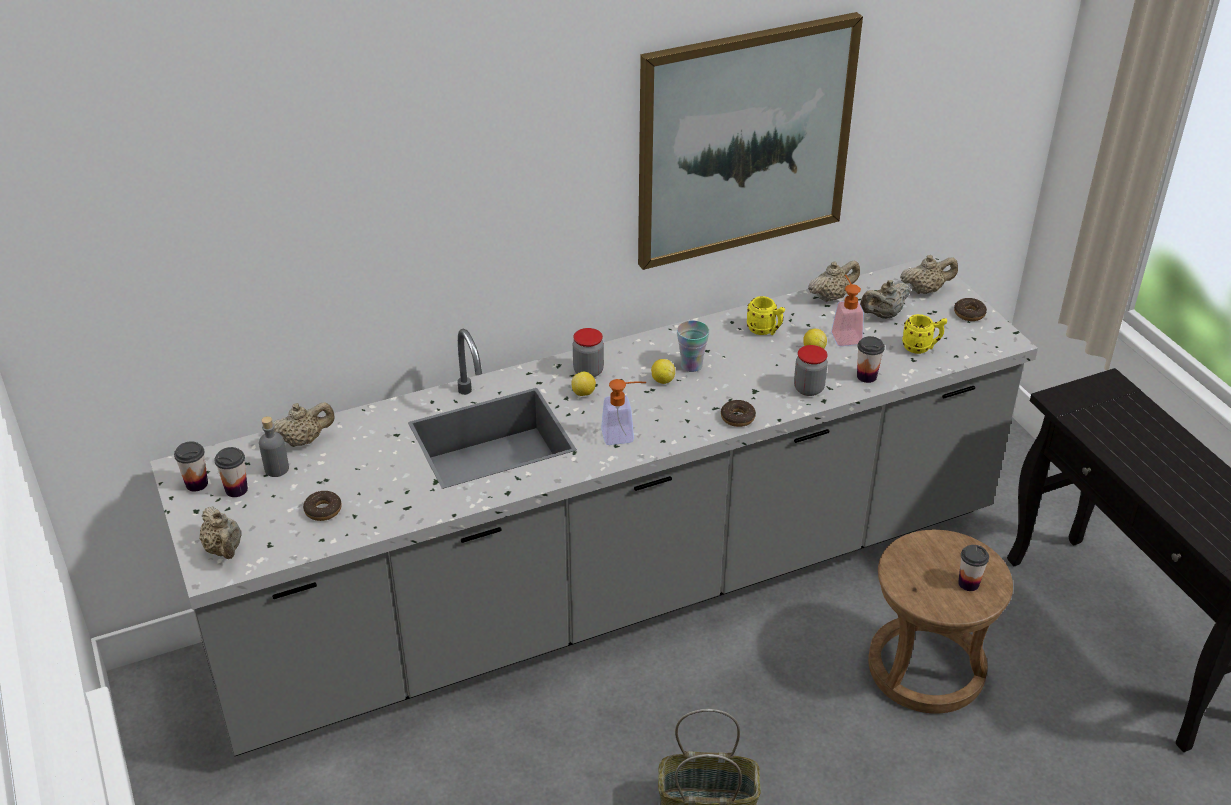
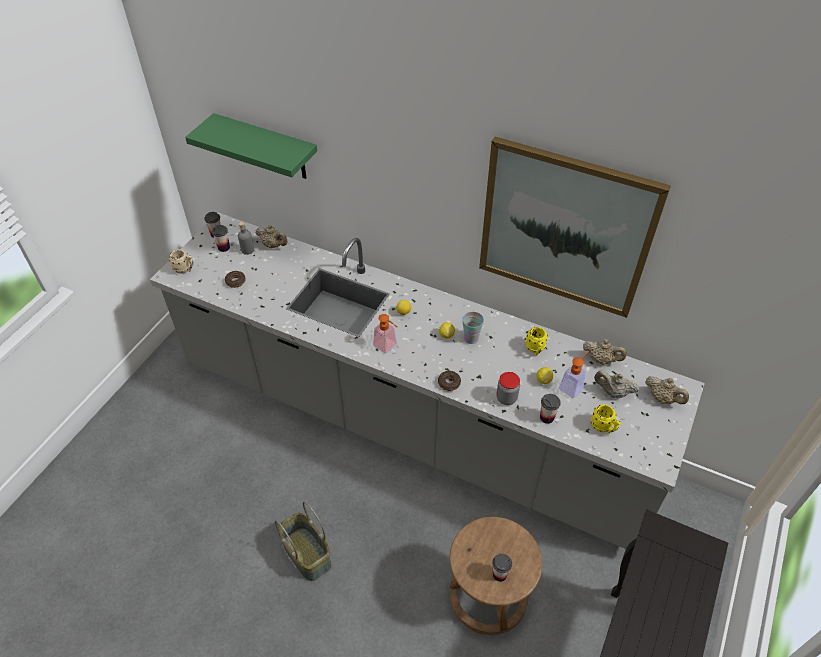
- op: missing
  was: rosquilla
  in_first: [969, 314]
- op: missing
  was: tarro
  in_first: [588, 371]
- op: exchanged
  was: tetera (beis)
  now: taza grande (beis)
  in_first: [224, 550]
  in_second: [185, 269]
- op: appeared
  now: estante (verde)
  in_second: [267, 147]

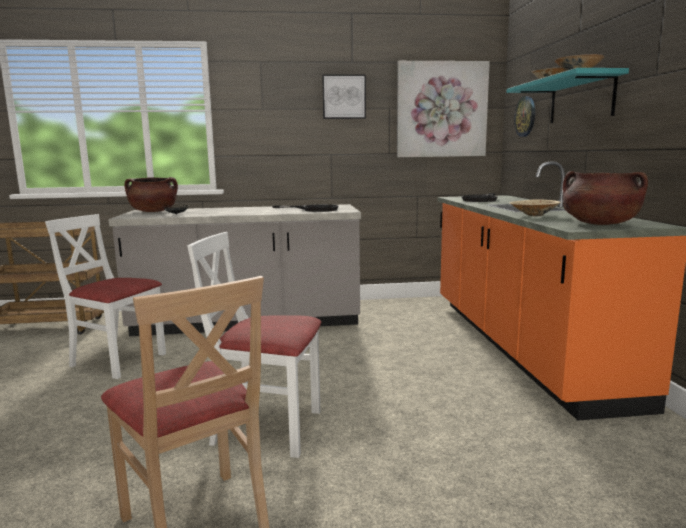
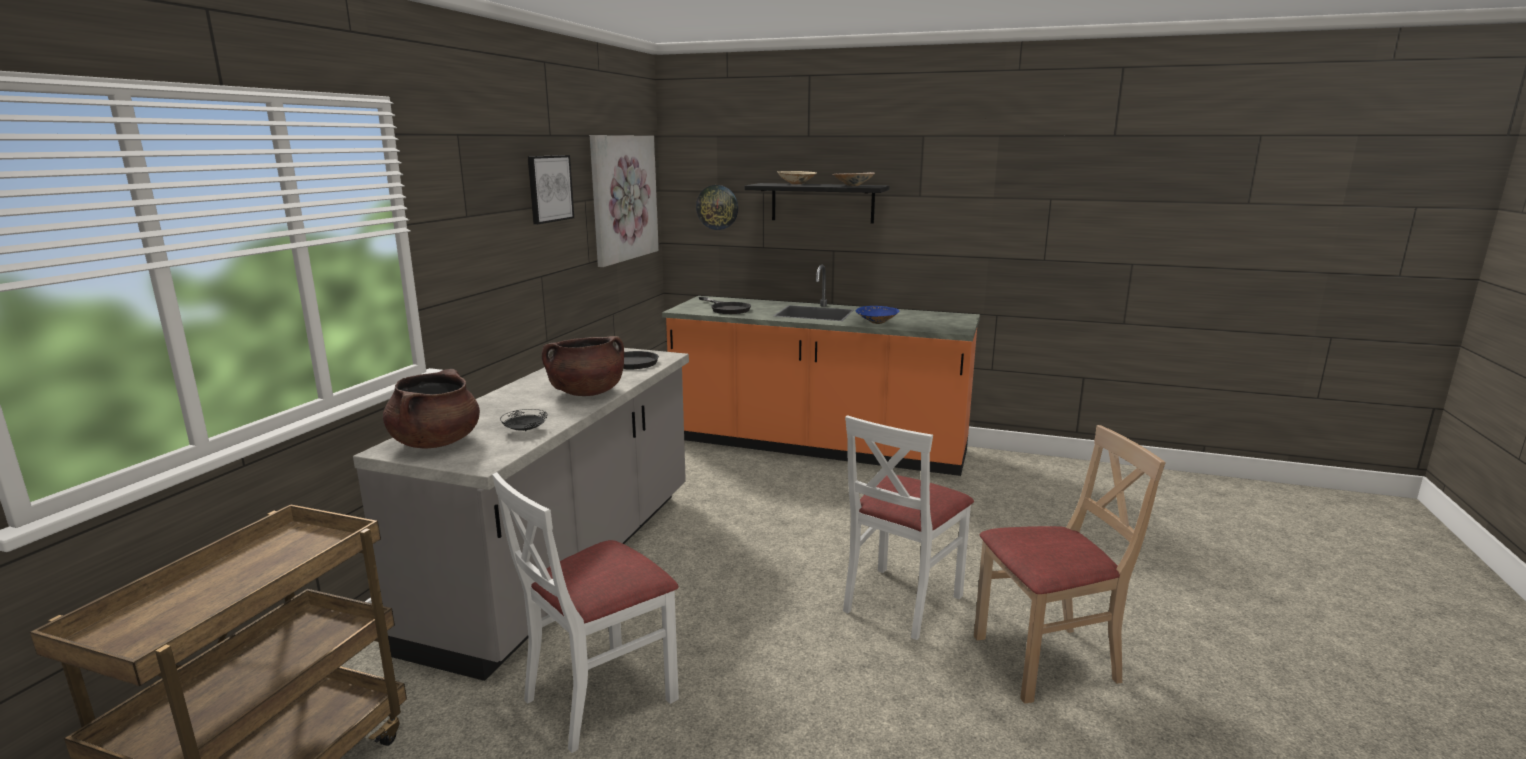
- op: colour
  was: estante (turquesa)
  now: estante (negro)
  in_first: [581, 99]
  in_second: [822, 203]
- op: relocated
  was: olla (marrón)
  in_first: [599, 224]
  in_second: [587, 393]
- op: colour
  was: cuenco (beis)
  now: cuenco (azul)
  in_first: [533, 215]
  in_second: [876, 323]

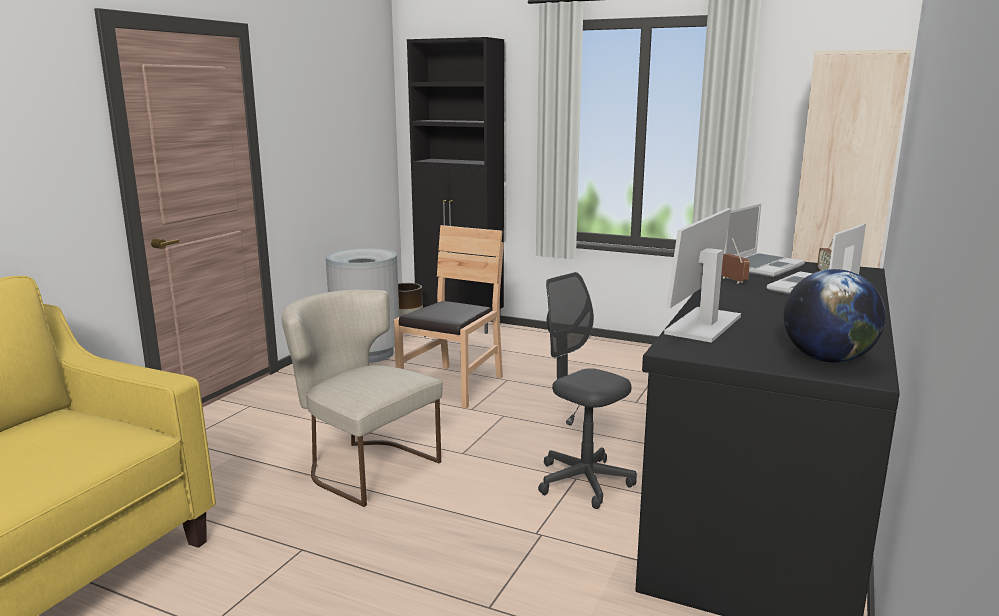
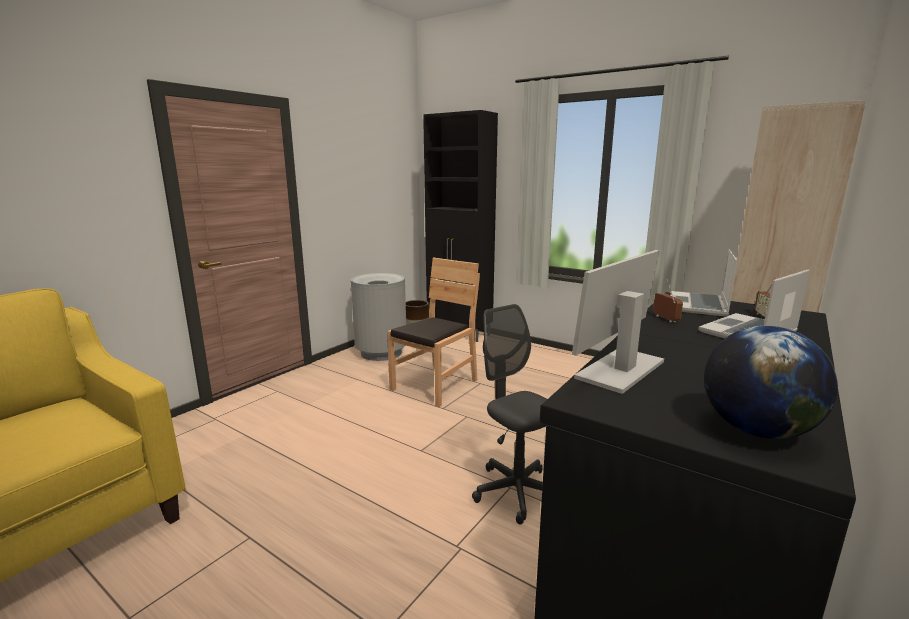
- op: spun
  was: portátil
  in_first: [762, 266]
  in_second: [698, 305]
  clockwise: 150
- op: missing
  was: silla (beis)
  in_first: [363, 466]

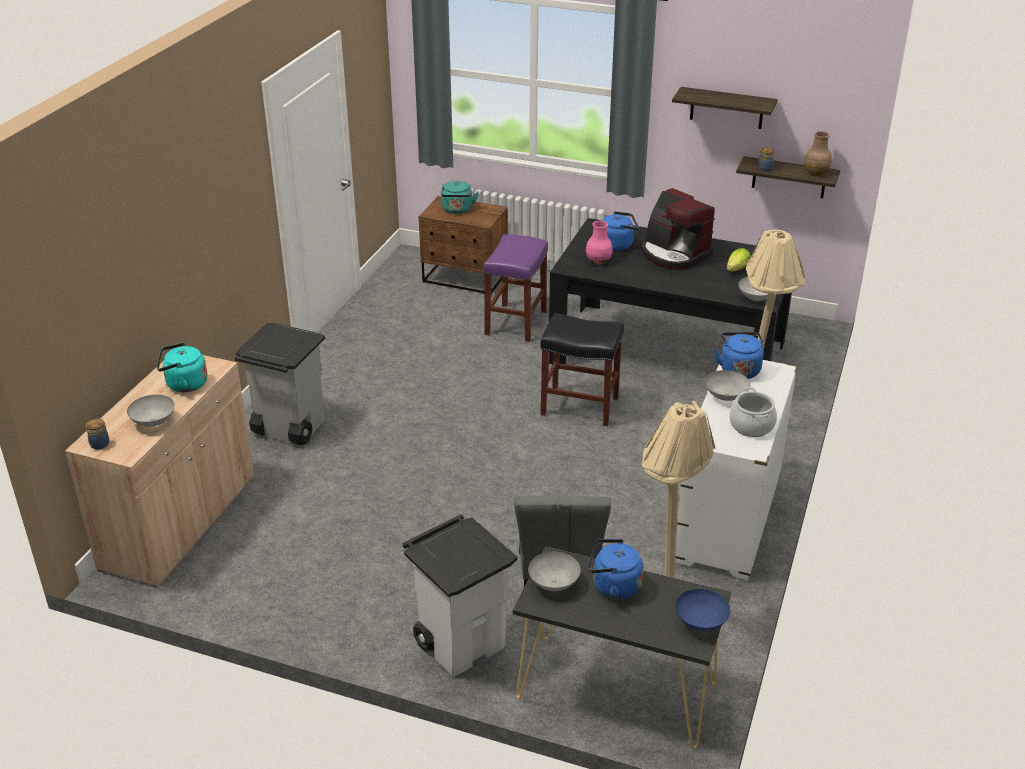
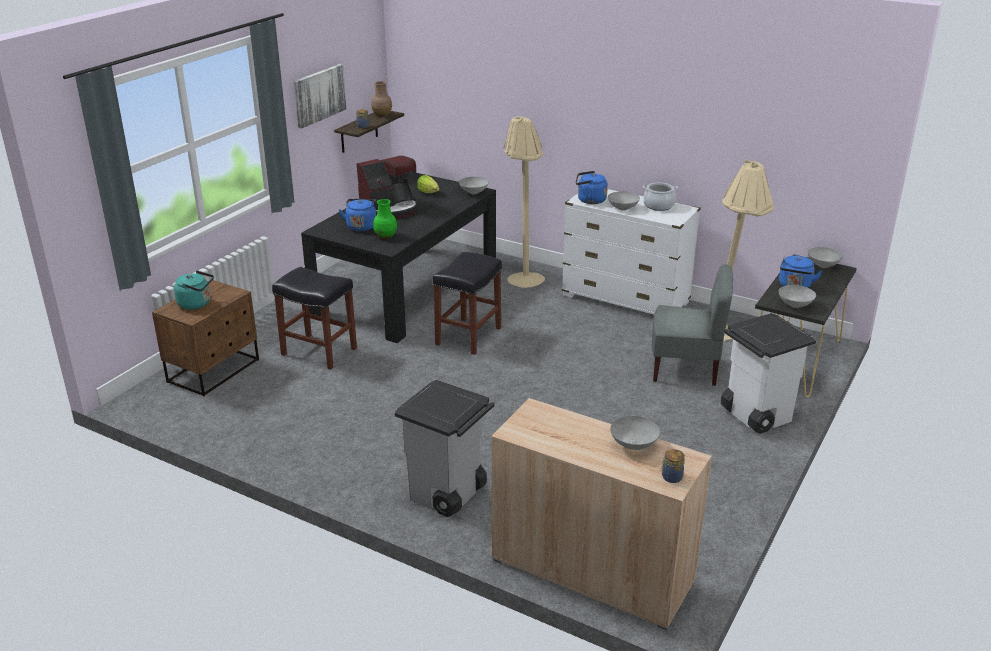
- op: exchanged
  was: estante
  now: cuadro
  in_first: [726, 108]
  in_second: [319, 95]
- op: colour
  was: florero (rosa)
  now: florero (verde)
  in_first: [598, 261]
  in_second: [385, 236]
- op: colour
  was: taburete (morado)
  now: taburete (negro)
  in_first: [515, 322]
  in_second: [318, 351]
- op: missing
  was: hervidor (turquesa)
  in_first: [184, 384]
- op: colour
  was: cuenco (azul)
  now: cuenco (gris)
  in_first: [701, 623]
  in_second: [823, 265]

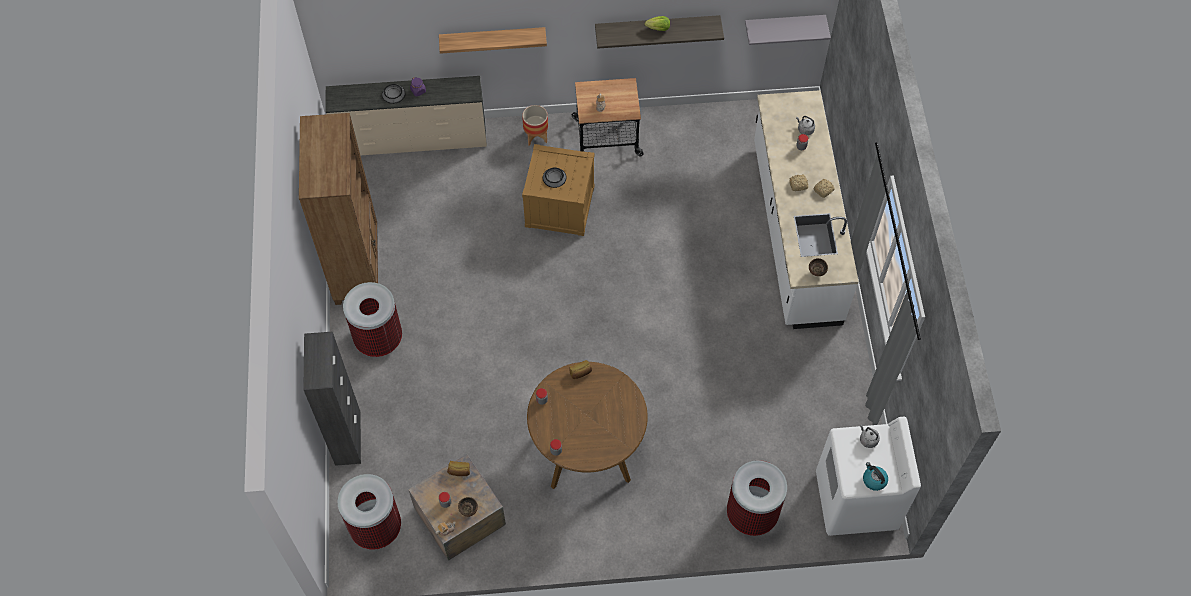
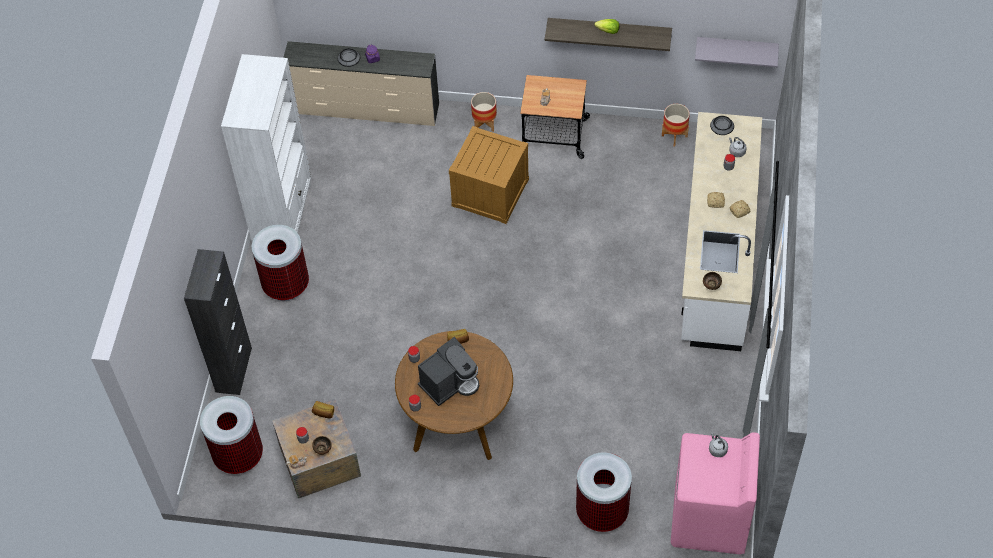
- op: missing
  was: estante
  in_first: [492, 38]
- op: colour
  was: estantería (marrón)
  now: estantería (blanco)
  in_first: [357, 265]
  in_second: [283, 214]
- op: relocated
  was: cuenco
  in_first: [554, 177]
  in_second: [722, 125]
- op: colour
  was: lavadora (blanco)
  now: lavadora (rosa)
  in_first: [856, 501]
  in_second: [709, 519]
- op: missing
  was: hervidor
  in_first: [874, 480]
- op: appeared
  now: maceta
  in_second: [674, 136]
- op: appeared
  now: cafetera
  in_second: [450, 383]

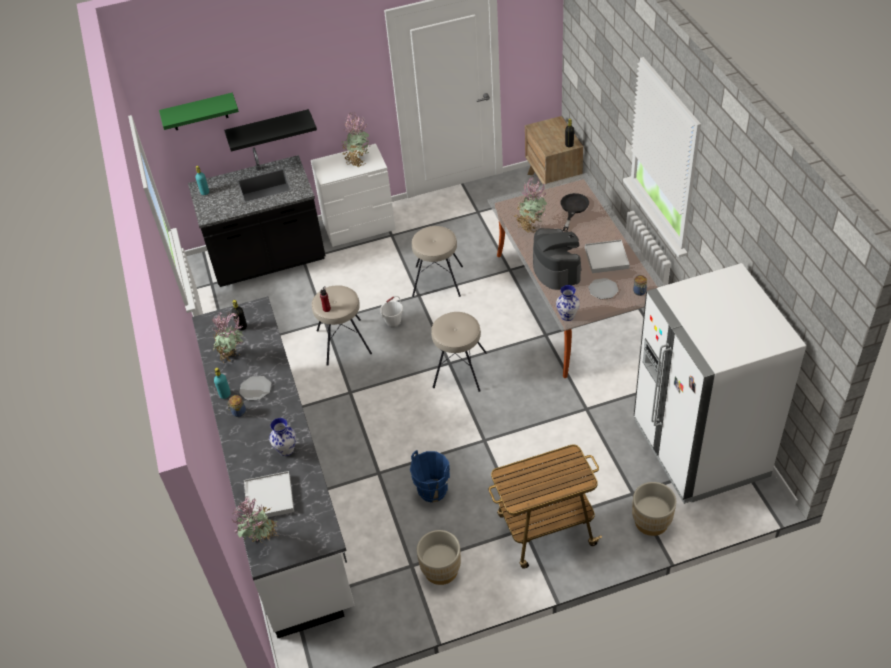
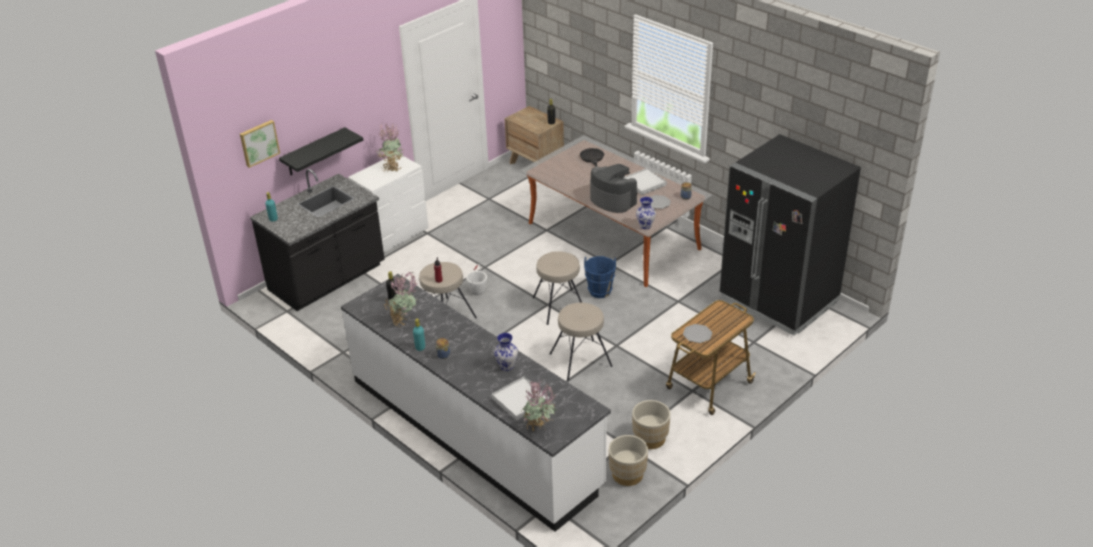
- op: exchanged
  was: estante (verde)
  now: cuadro
  in_first: [199, 112]
  in_second: [259, 143]
- op: missing
  was: planta en maceta
  in_first: [530, 226]
- op: relocated
  was: taburete (beis)
  in_first: [438, 281]
  in_second: [581, 360]
- op: colour
  was: nevera (blanco)
  now: nevera (negro)
  in_first: [699, 449]
  in_second: [778, 300]
- op: relocated
  was: plato
  in_first: [255, 389]
  in_second: [697, 334]
- op: relocated
  was: cubo (azul)
  in_first: [432, 491]
  in_second: [600, 291]
- op: relocated
  was: maceta (beis)
  in_first: [651, 522]
  in_second: [627, 474]

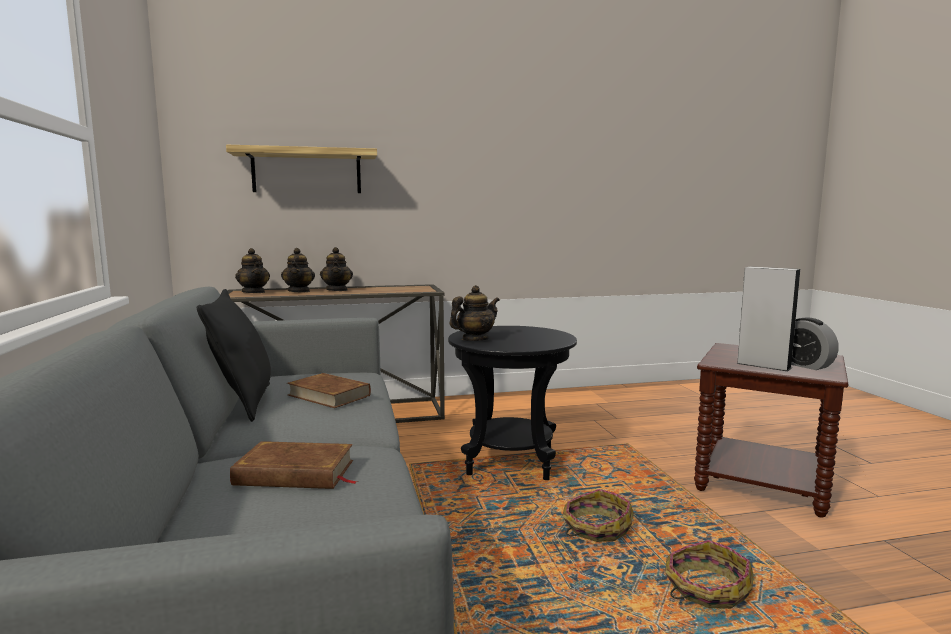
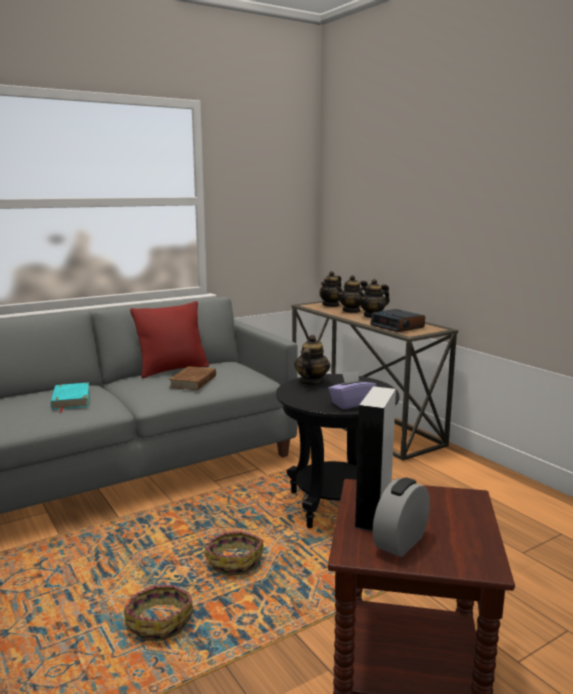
- op: missing
  was: estante
  in_first: [307, 172]
- op: spun
  was: tetera
  in_first: [475, 339]
  in_second: [311, 382]
  clockwise: -105
- op: colour
  was: cojín (negro)
  now: cojín (rojo)
  in_first: [243, 402]
  in_second: [172, 370]
- op: colour
  was: libro (marrón)
  now: libro (turquesa)
  in_first: [295, 473]
  in_second: [70, 400]
- op: appeared
  now: despertador
  in_second: [398, 326]
- op: appeared
  now: caja de pañuelos (morado)
  in_second: [351, 404]

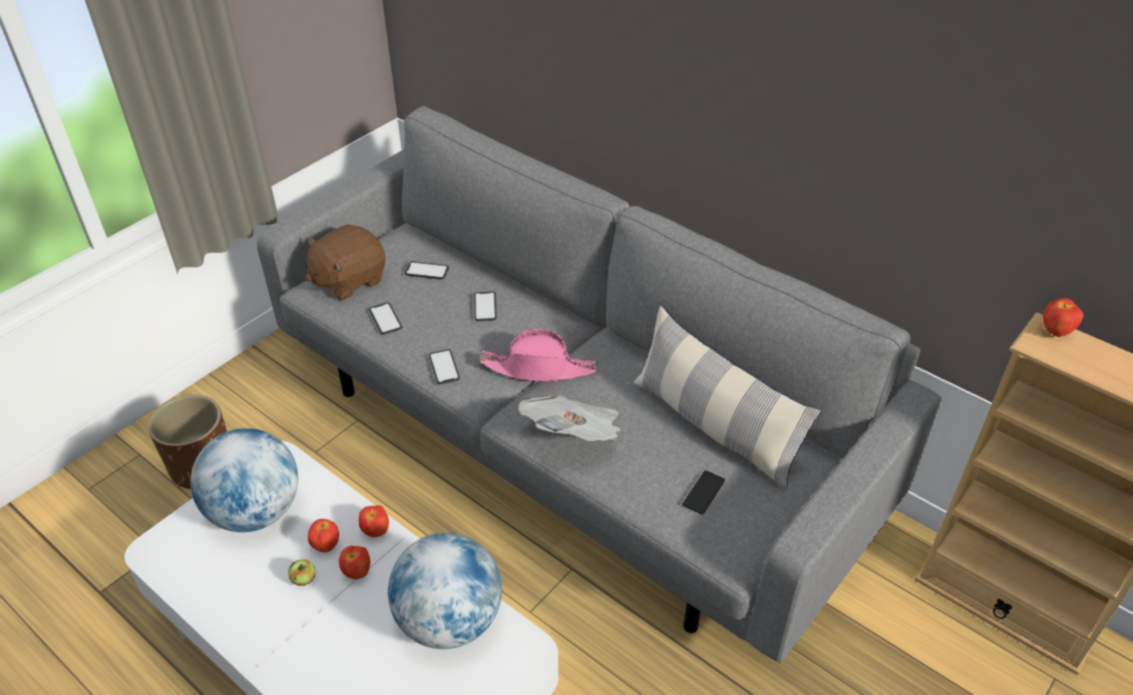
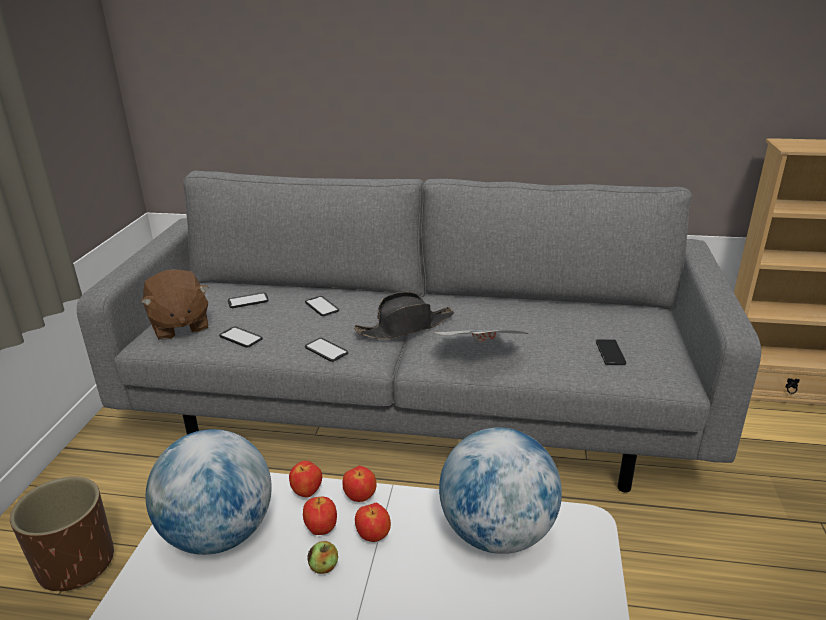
- op: spun
  was: peluche (marrón)
  in_first: [348, 280]
  in_second: [179, 326]
  clockwise: -45
- op: relocated
  was: manzana
  in_first: [1055, 332]
  in_second: [307, 493]
- op: missing
  was: cojín
  in_first: [714, 427]
- op: colour
  was: sombrero (rosa)
  now: sombrero (negro)
  in_first: [539, 368]
  in_second: [405, 327]

